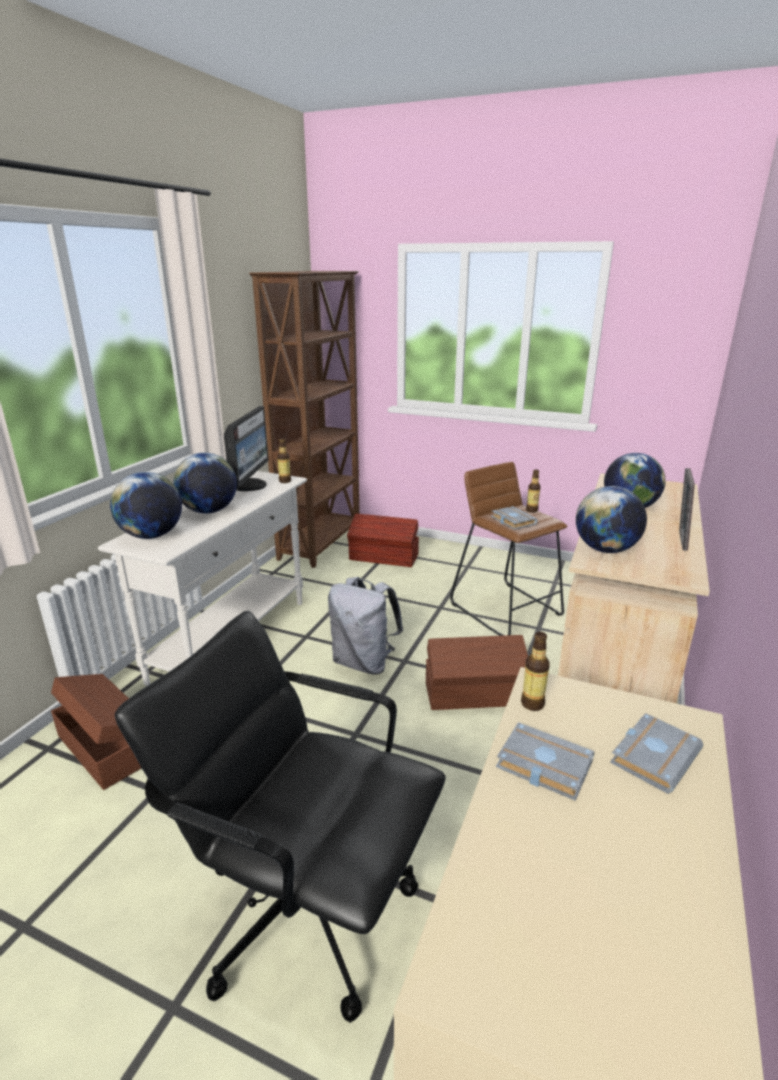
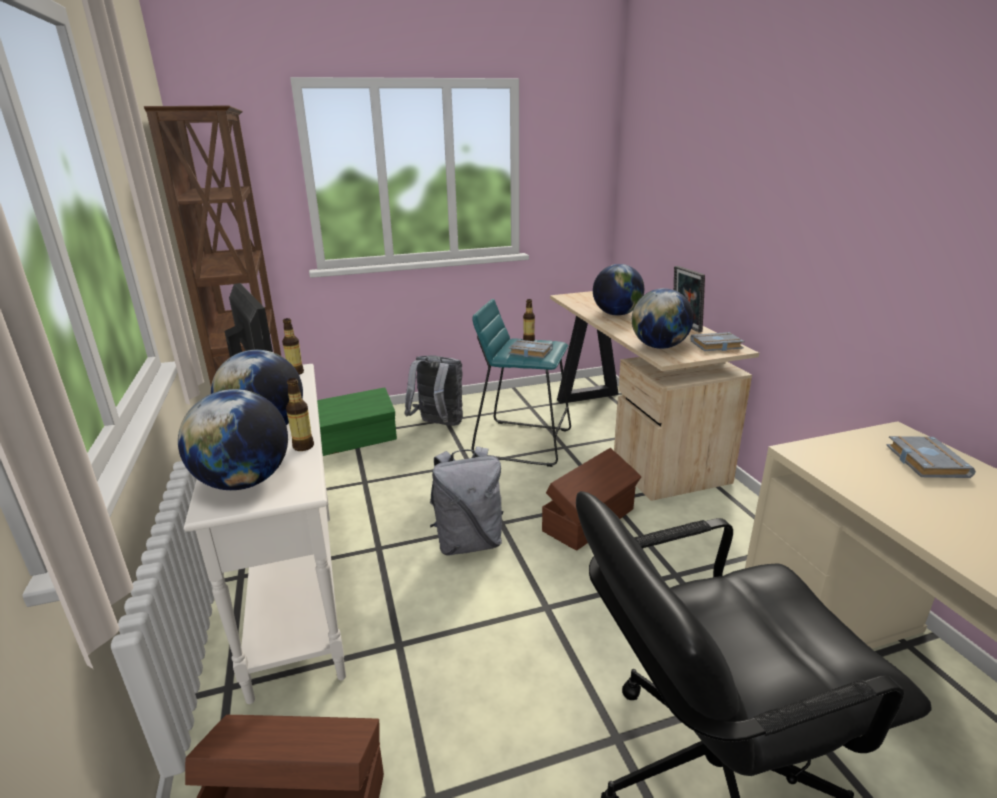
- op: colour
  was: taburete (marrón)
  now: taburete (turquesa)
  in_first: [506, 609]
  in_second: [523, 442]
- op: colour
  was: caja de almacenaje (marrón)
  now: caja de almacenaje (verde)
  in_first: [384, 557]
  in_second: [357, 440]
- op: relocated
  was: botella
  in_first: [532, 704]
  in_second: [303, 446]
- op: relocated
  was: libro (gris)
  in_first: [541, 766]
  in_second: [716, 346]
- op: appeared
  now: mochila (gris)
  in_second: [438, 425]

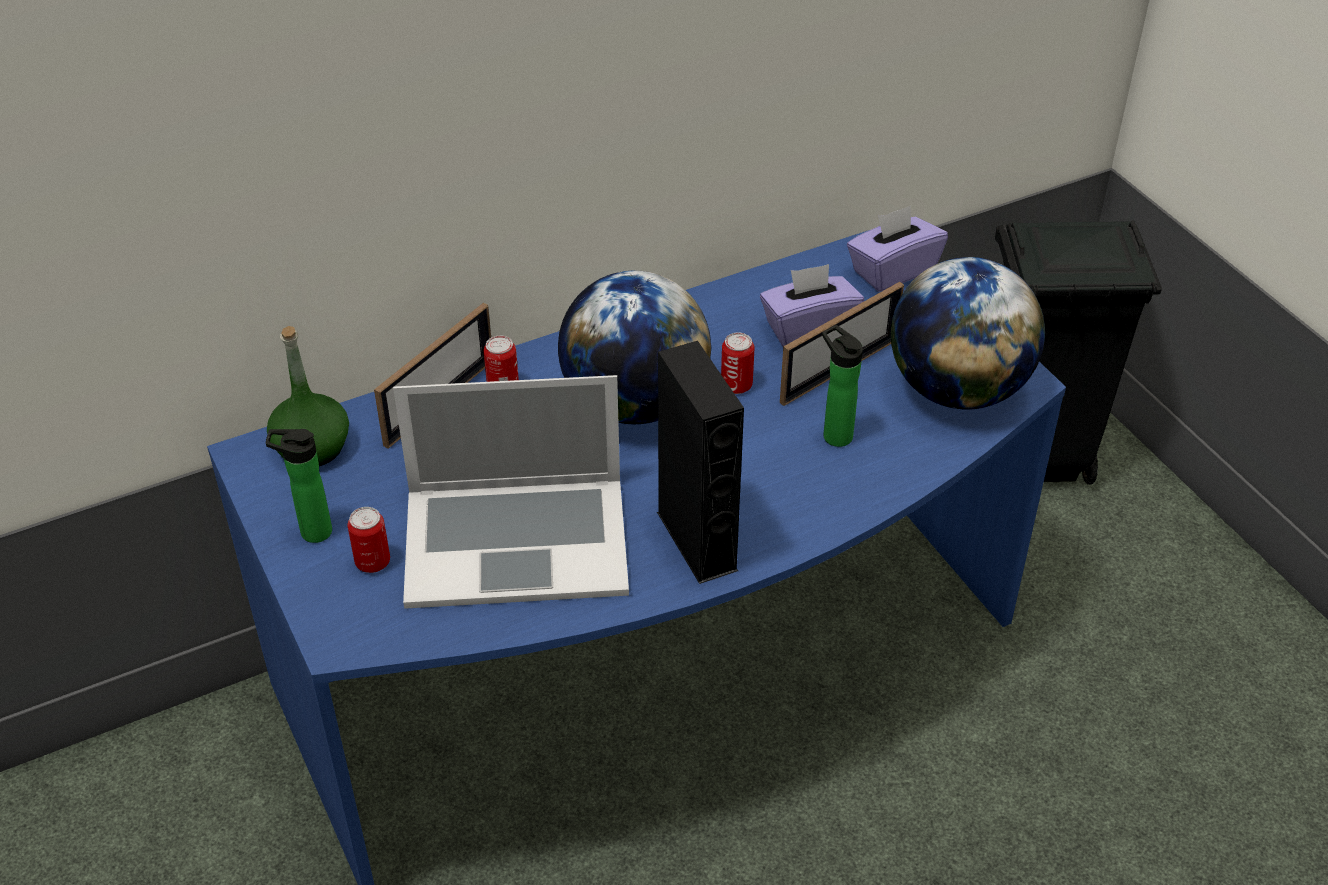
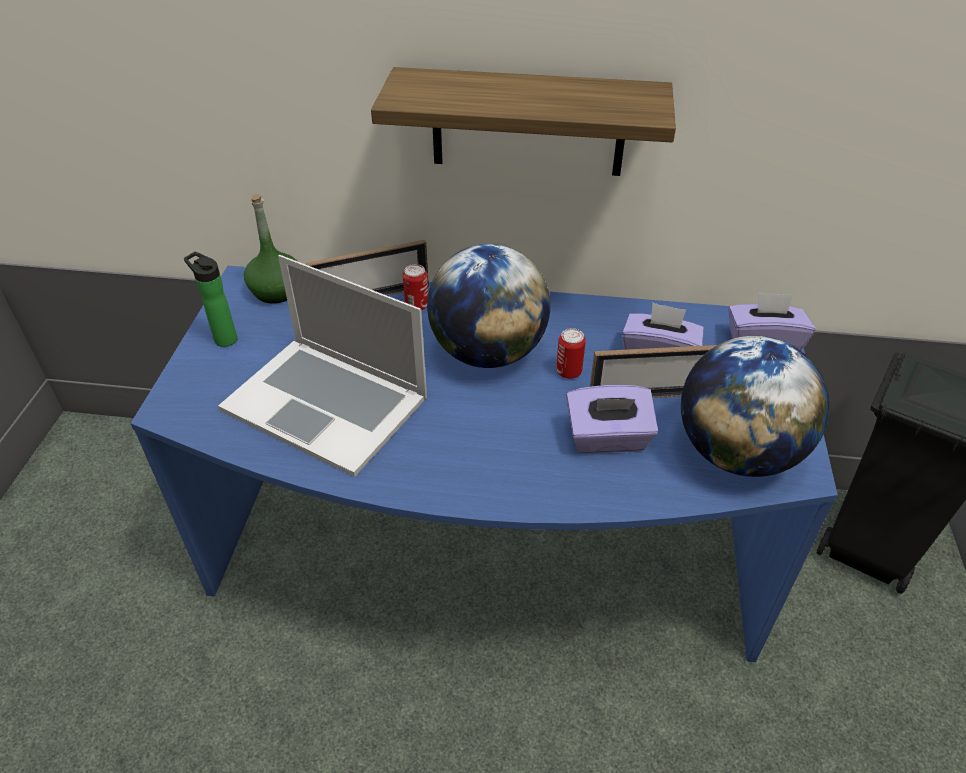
- op: exchanged
  was: botella
  now: caja de pañuelos (morado)
  in_first: [834, 434]
  in_second: [607, 439]
- op: missing
  was: altavoz (negro)
  in_first: [697, 541]
- op: missing
  was: lata
  in_first: [372, 562]
- op: appeared
  now: estante
  in_second: [528, 123]

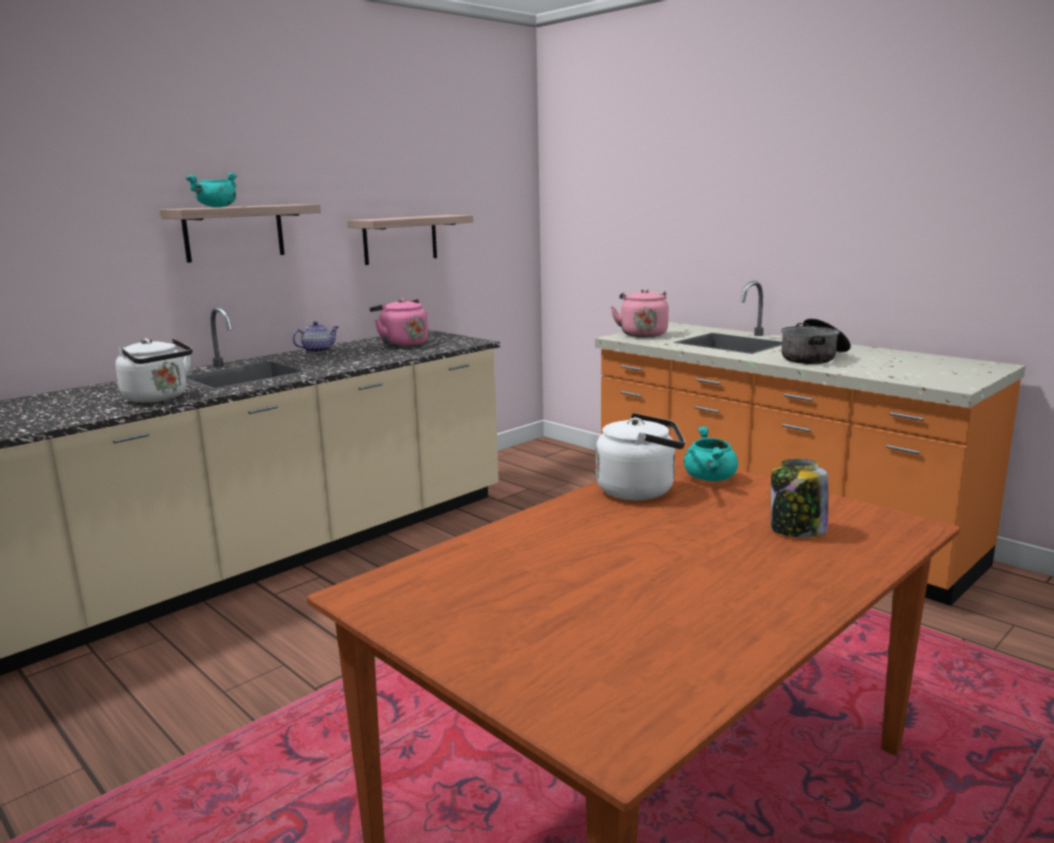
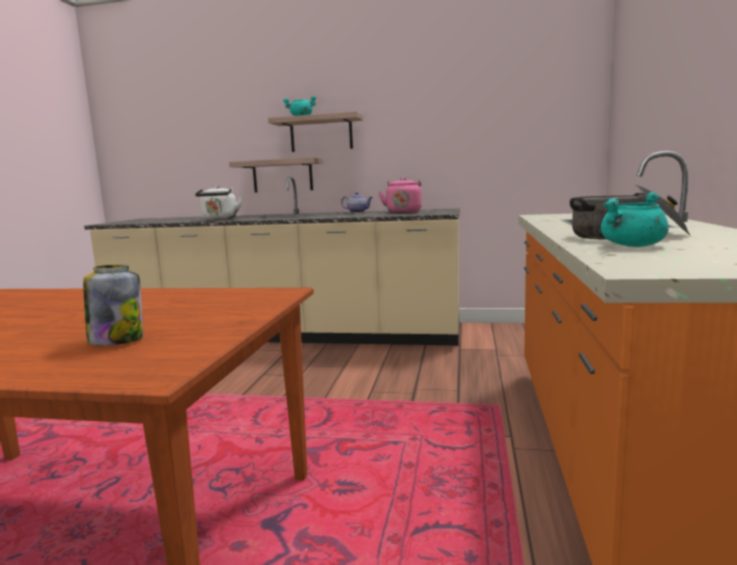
- op: relocated
  was: estante
  in_first: [400, 239]
  in_second: [282, 176]
- op: missing
  was: hervidor (rosa)
  in_first: [642, 334]
- op: missing
  was: hervidor (blanco)
  in_first: [640, 490]
- op: relocated
  was: olla (turquesa)
  in_first: [711, 479]
  in_second: [632, 246]

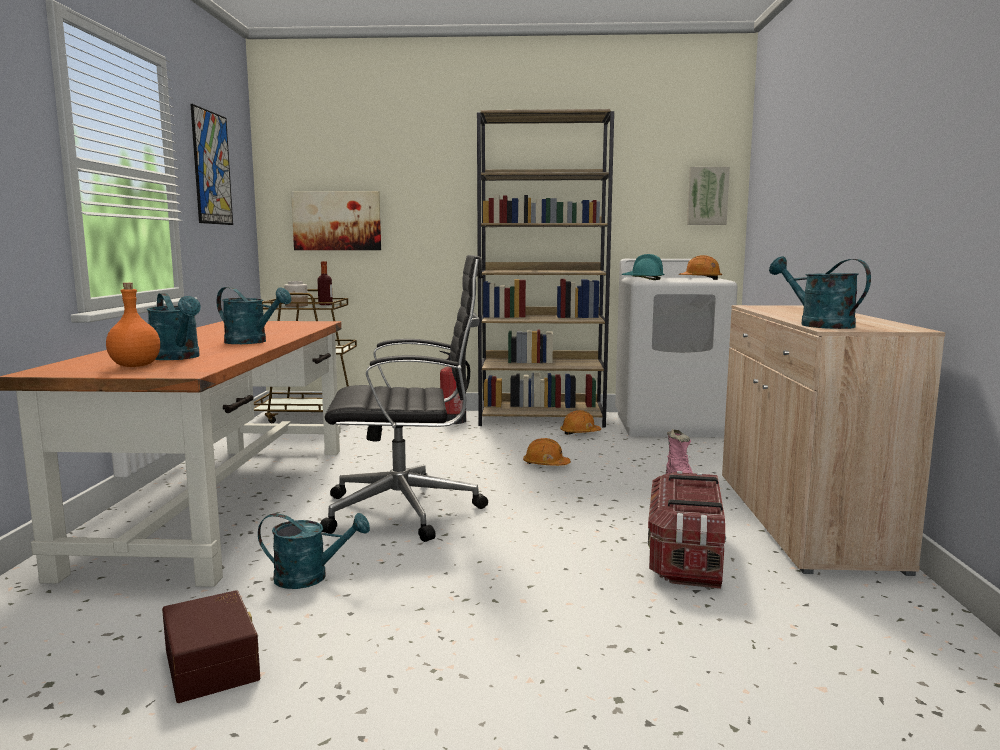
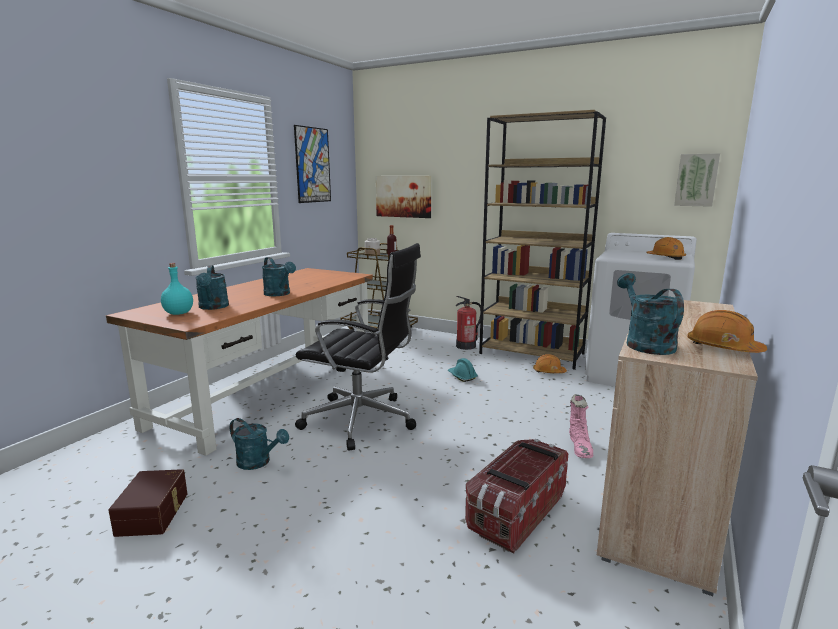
- op: relocated
  was: casco (turquesa)
  in_first: [643, 279]
  in_second: [462, 376]
- op: colour
  was: botella (naranja)
  now: botella (turquesa)
  in_first: [135, 366]
  in_second: [178, 313]
- op: relocated
  was: casco (naranja)
  in_first: [545, 464]
  in_second: [723, 348]

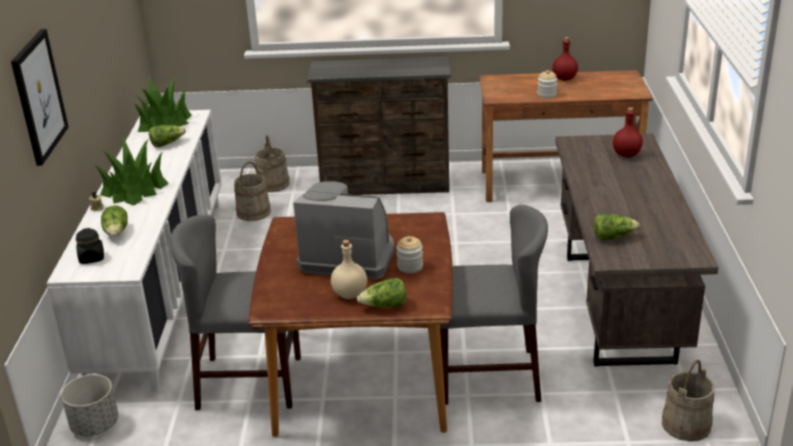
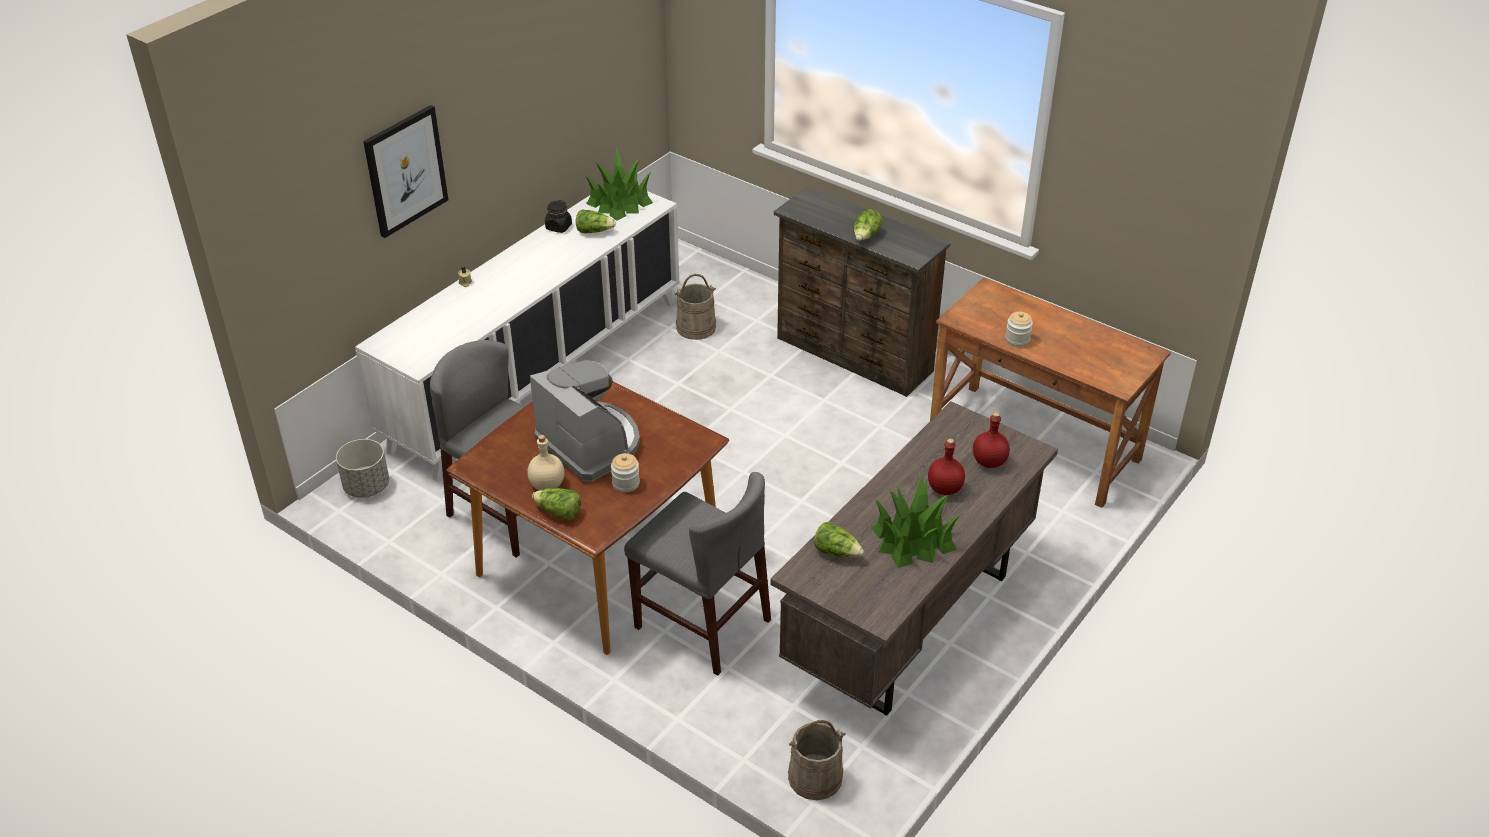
- op: relocated
  was: botella (rojo)
  in_first: [564, 79]
  in_second: [944, 489]
- op: missing
  was: cubo (beis)
  in_first: [273, 184]
- op: relocated
  was: planta en maceta
  in_first: [134, 190]
  in_second: [912, 539]
- op: relocated
  was: lechuga
  in_first: [117, 233]
  in_second: [866, 236]
- op: relocated
  was: tarro (negro)
  in_first: [92, 258]
  in_second: [558, 227]

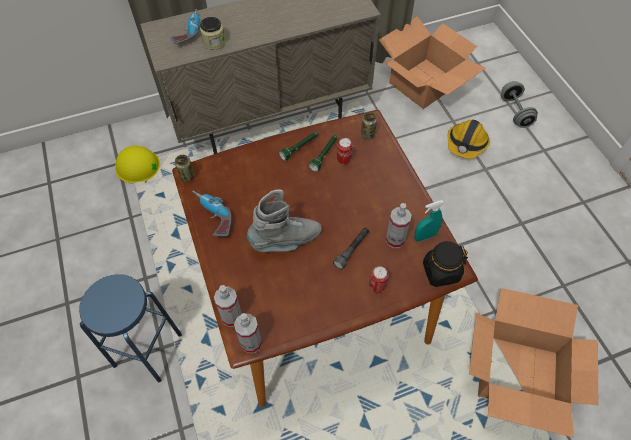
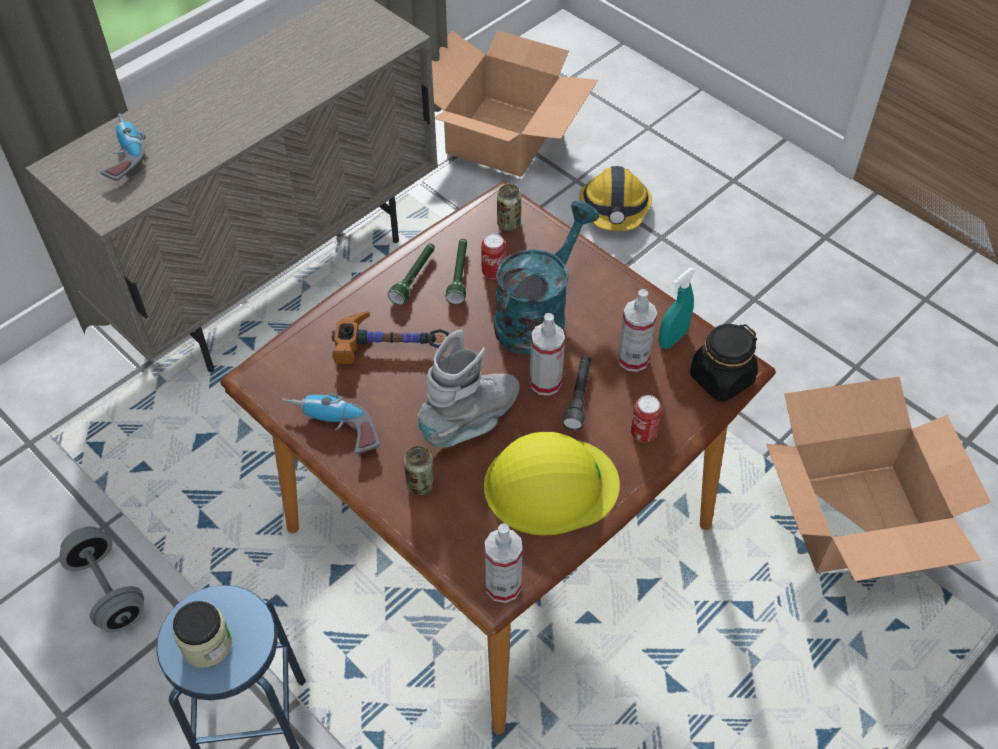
- op: relocated
  was: tarro
  in_first: [214, 43]
  in_second: [207, 644]
- op: relocated
  was: mancuerna (gris)
  in_first: [515, 112]
  in_second: [108, 590]
- op: relocated
  was: casco (amarillo)
  in_first: [139, 166]
  in_second: [550, 485]
- op: relocated
  was: lata
  in_first: [187, 177]
  in_second: [420, 484]
- op: relocated
  was: pulverizador
  in_first: [232, 317]
  in_second: [545, 382]
- op: appeared
  now: regadera (turquesa)
  in_second: [537, 315]
- op: appeared
  now: martillo
  in_second: [394, 346]

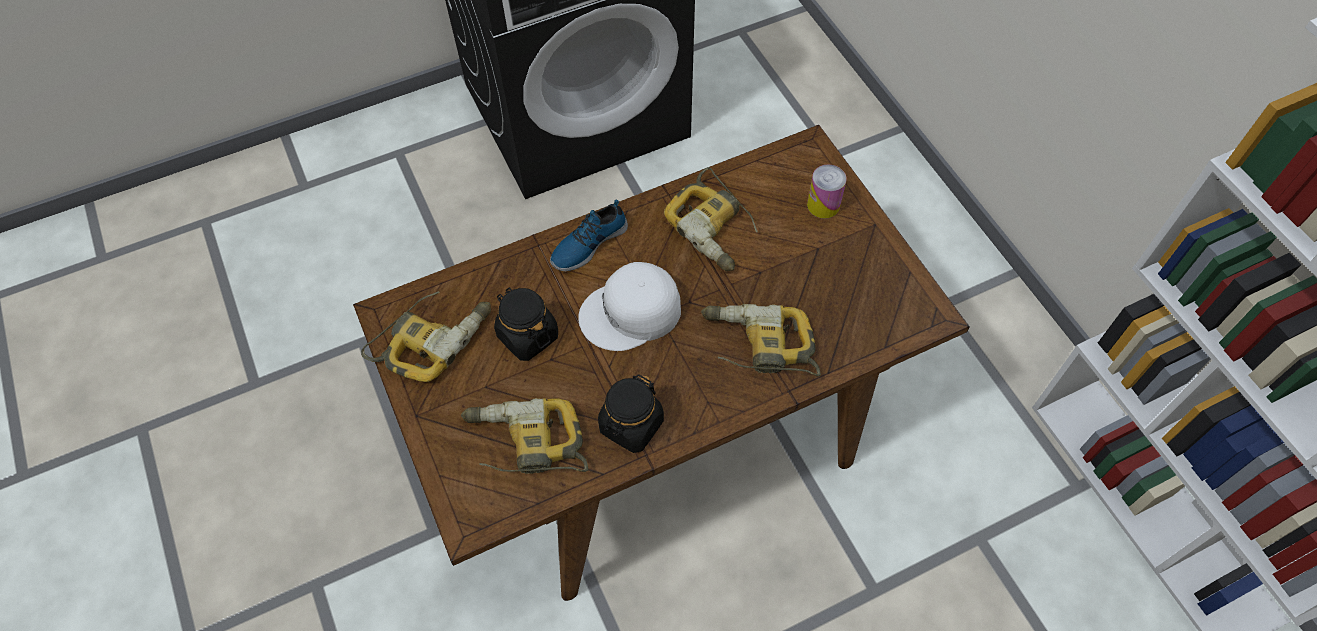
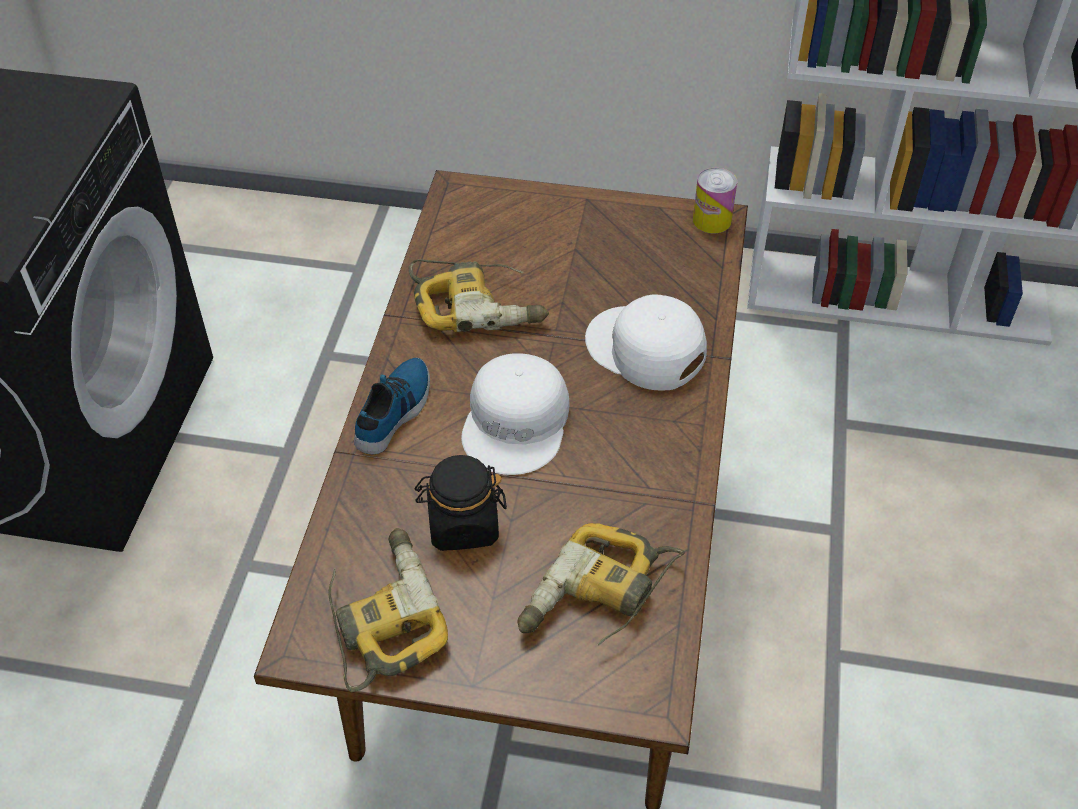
- op: relocated
  was: lata
  in_first: [823, 205]
  in_second: [712, 220]
- op: spun
  was: zapato
  in_first: [588, 243]
  in_second: [395, 411]
  clockwise: -150
- op: exchanged
  was: taladro
  now: gorra (blanco)
  in_first: [758, 346]
  in_second: [644, 350]
- op: missing
  was: tarro (negro)
  in_first: [631, 425]

